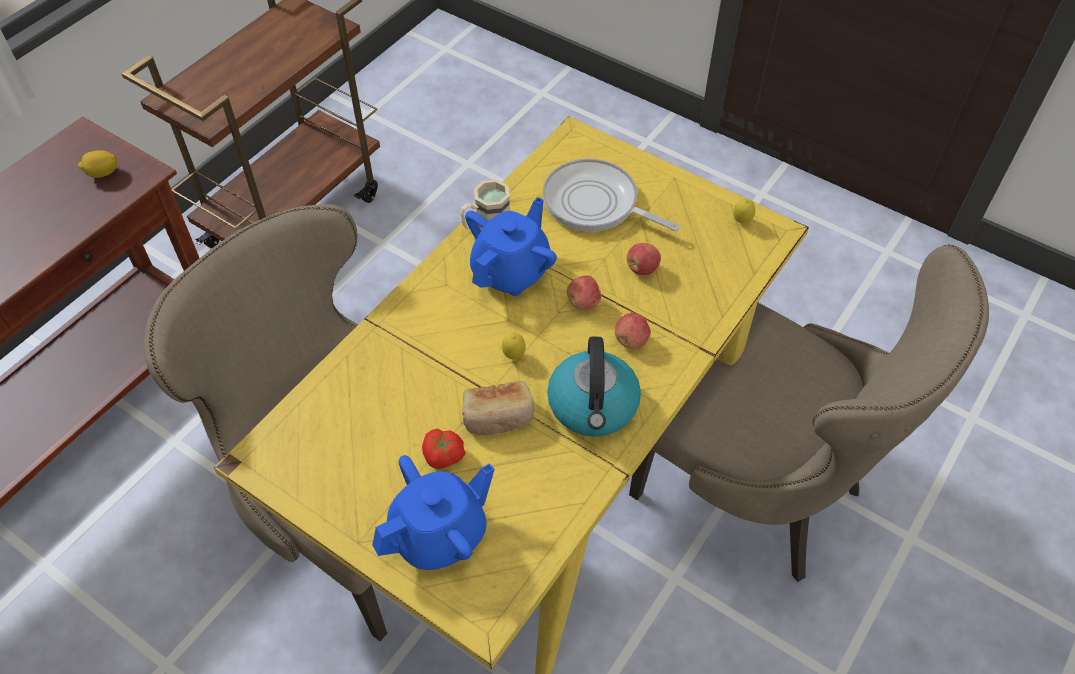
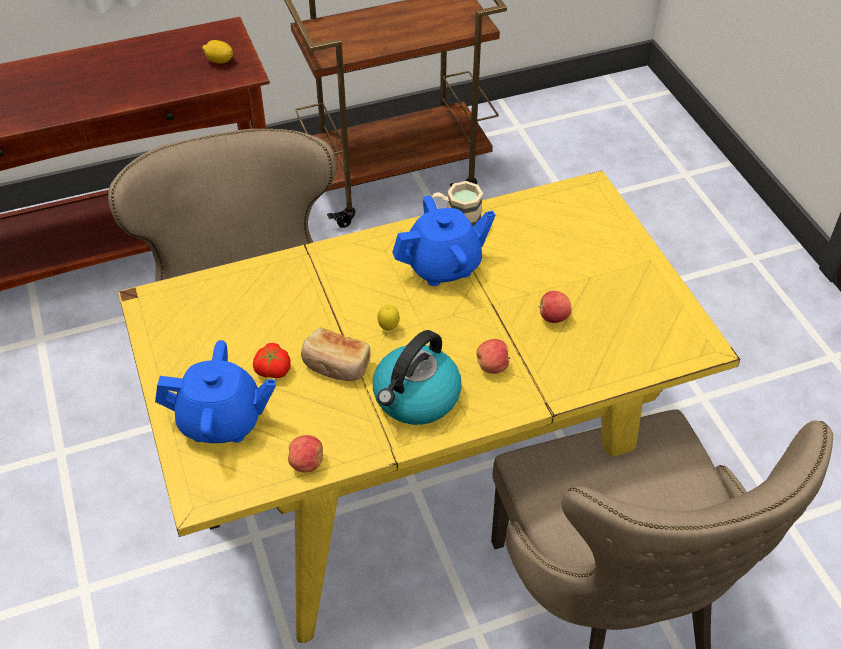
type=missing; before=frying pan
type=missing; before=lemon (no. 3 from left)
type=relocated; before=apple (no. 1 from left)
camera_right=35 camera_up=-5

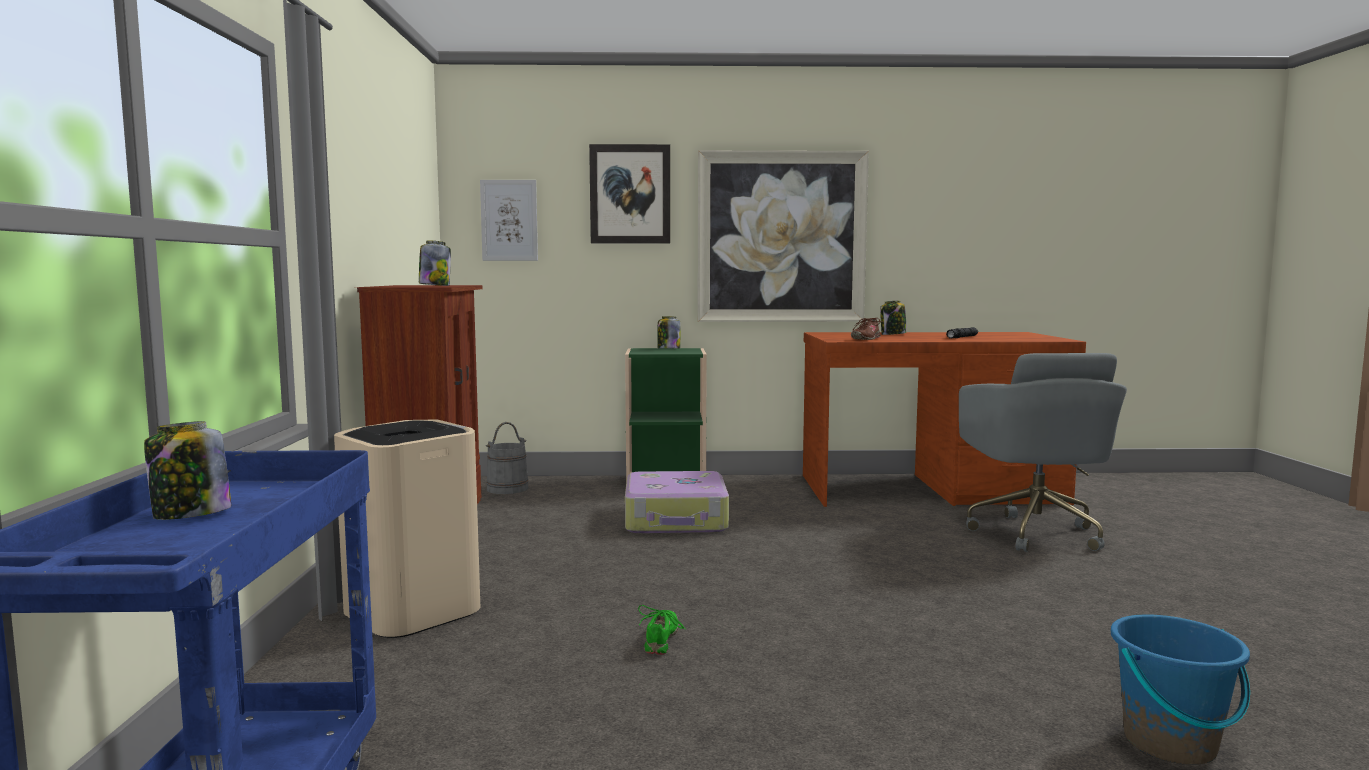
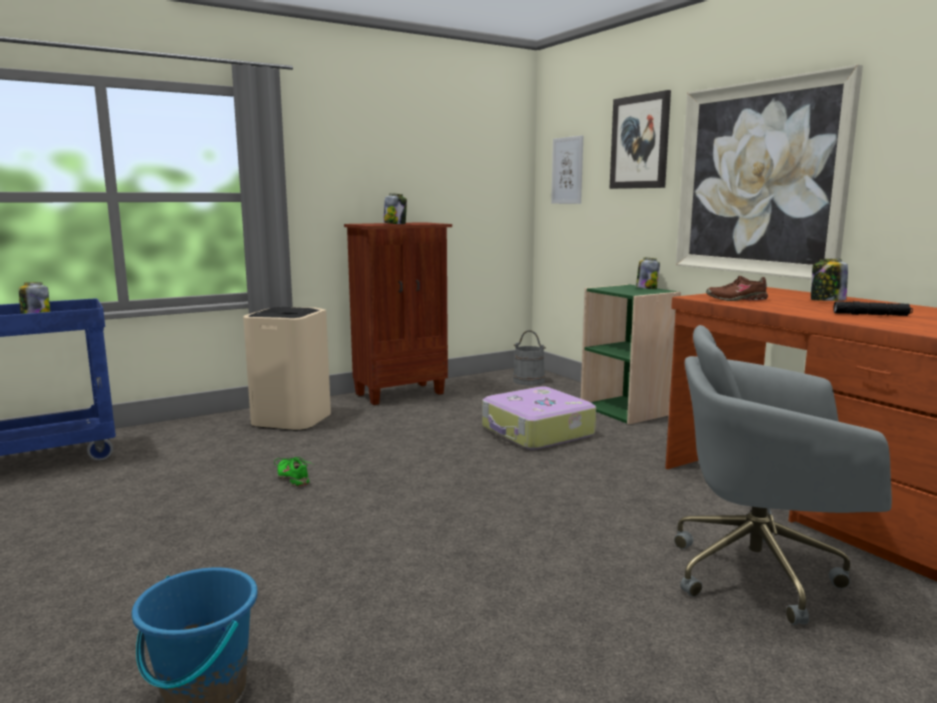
type=spun; before=shoe (green); turn=-105
type=spun; before=office chair (grey); turn=45
camera_right=60 camera_up=5

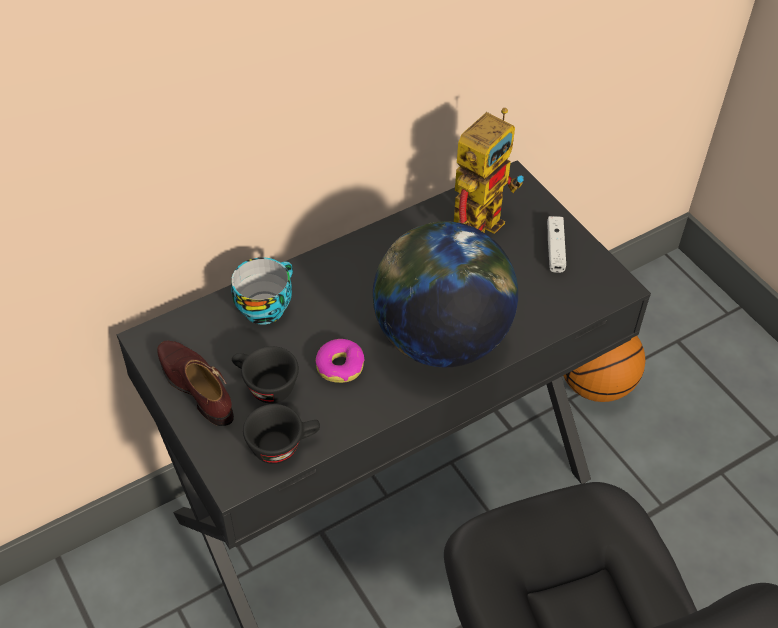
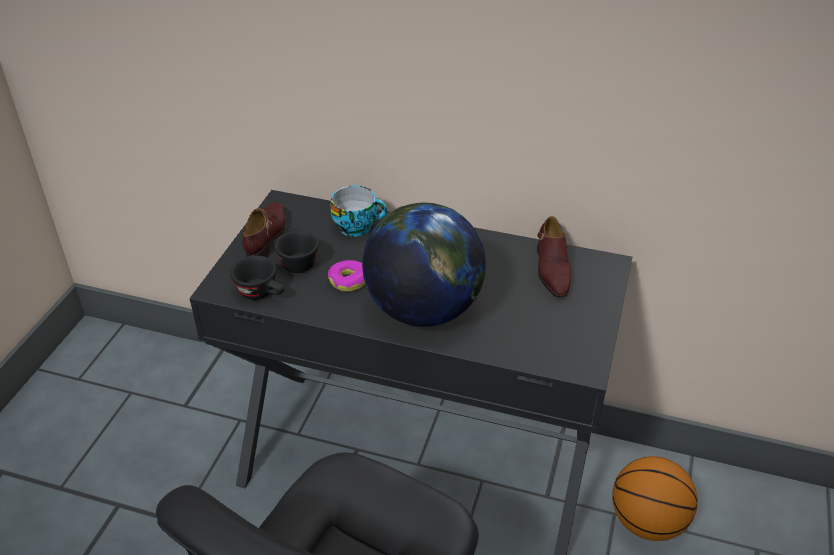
type=missing; before=game controller (white)
type=exchanged; before=toy robot; after=shoe (brown) (no. 2 from left)
camera_right=50 camera_up=-10

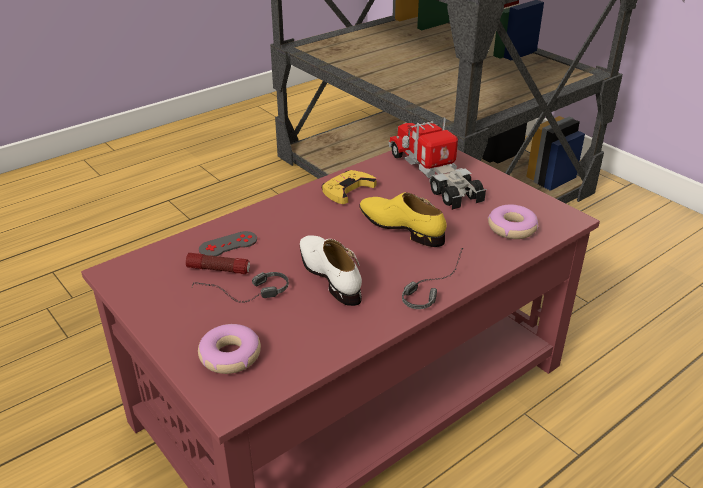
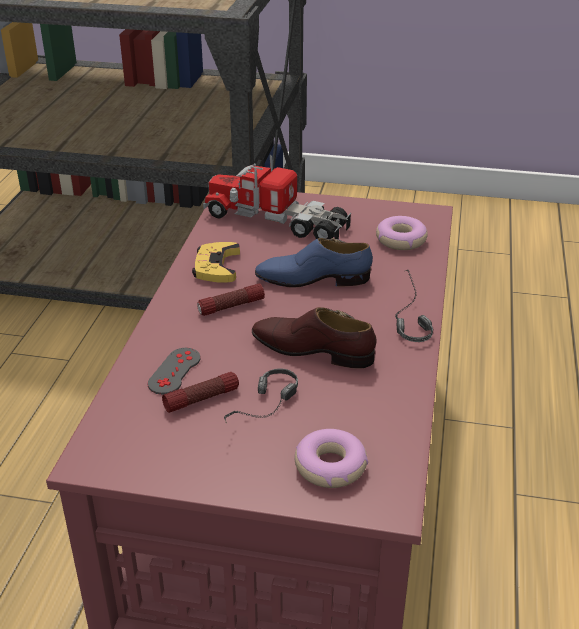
type=appeared; after=flashlight (no. 2 from left)
type=colour; before=shoe (white); after=shoe (brown)
type=colour; before=shoe (yellow); after=shoe (blue)
camera_right=-40 camera_up=0

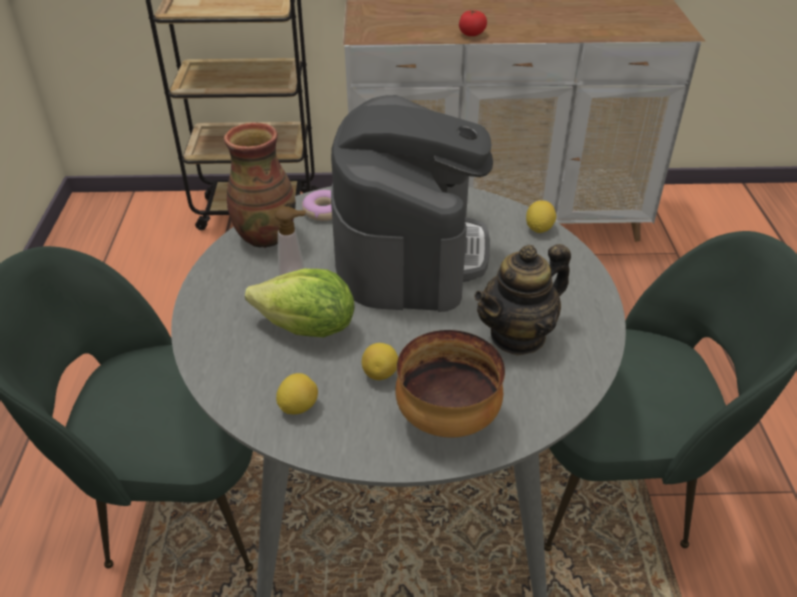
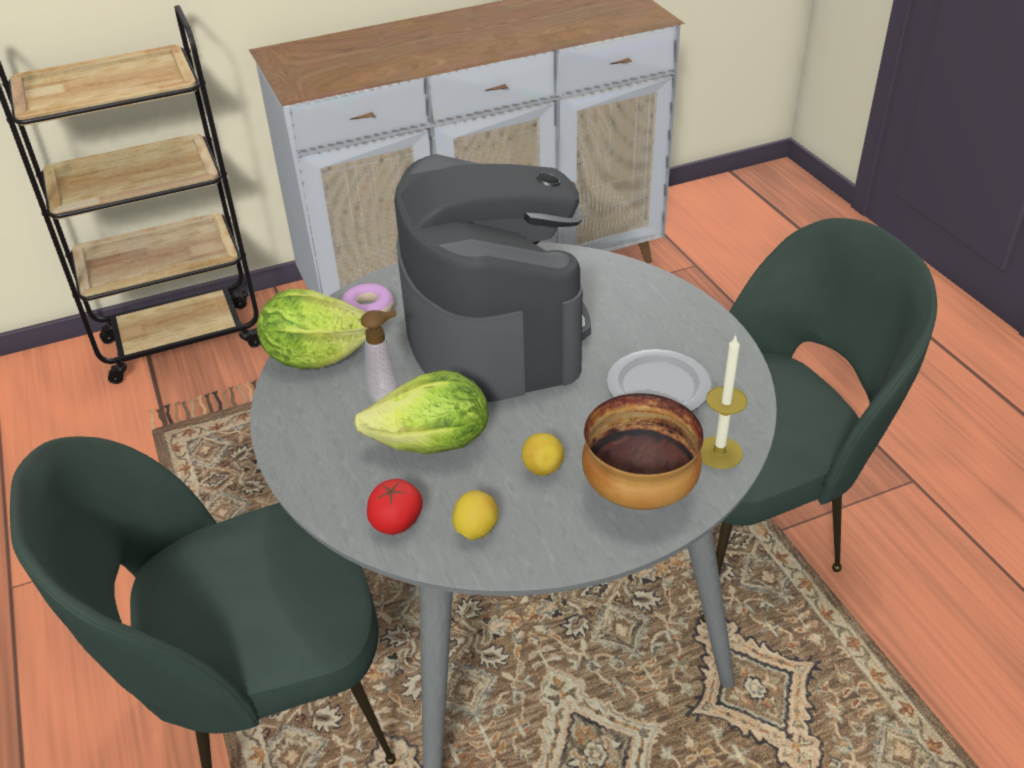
type=missing; before=lemon (no. 3 from left)
type=appeared; after=candle
type=relocated; before=tomato
type=exchanged; before=vase; after=lettuce (no. 1 from left)
type=exchanged; before=teapot; after=plate
camera_right=-20 camera_up=0

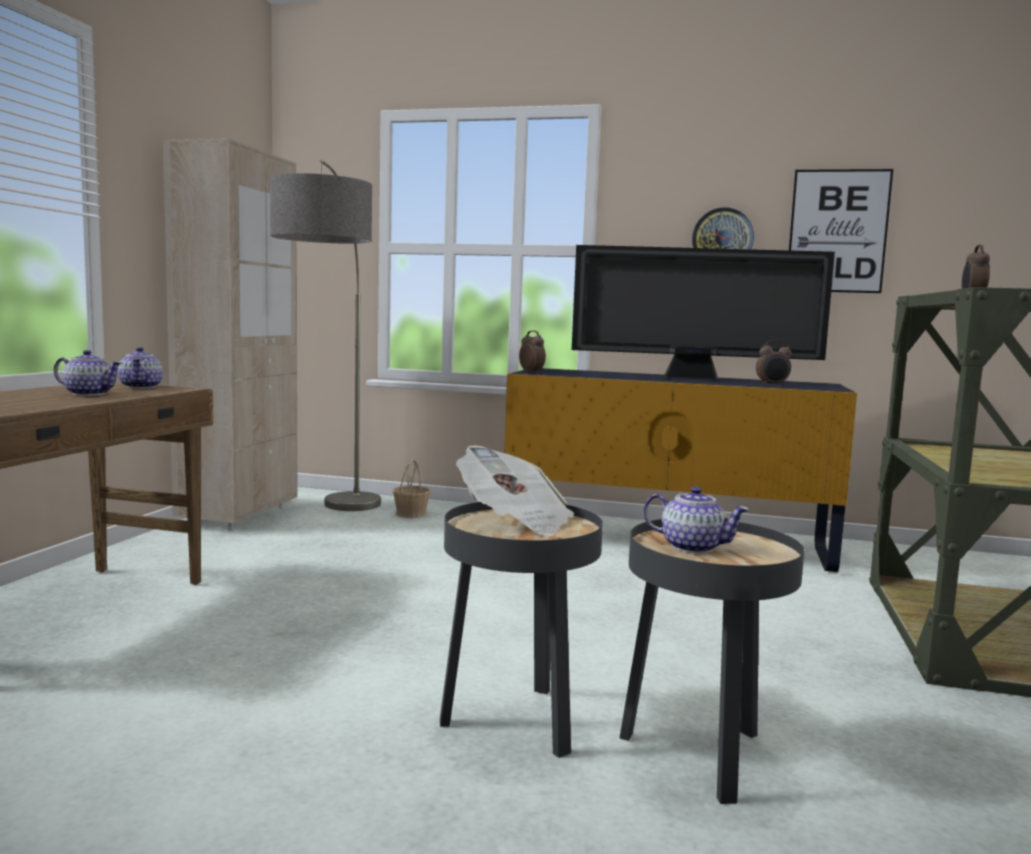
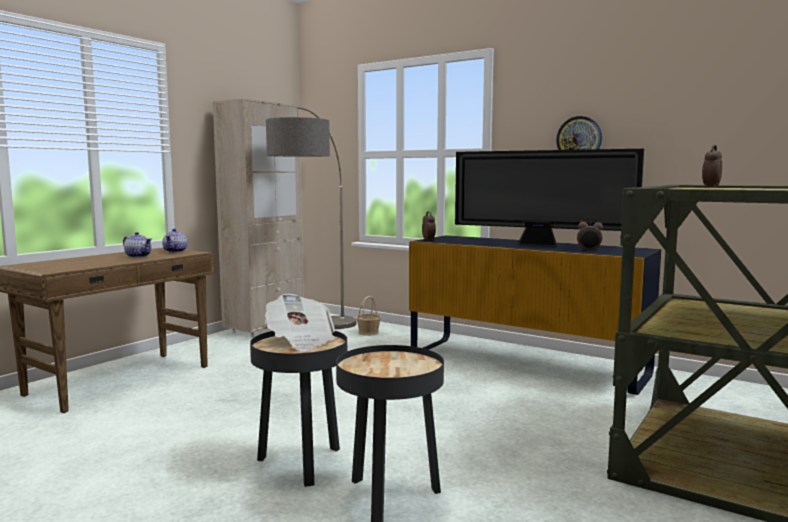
type=missing; before=teapot (no. 3 from left)
type=missing; before=picture
camera_right=20 camera_up=0

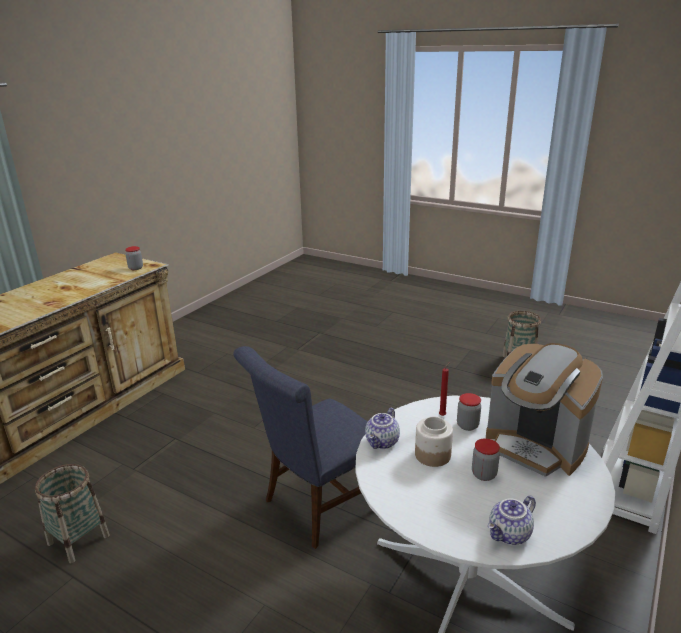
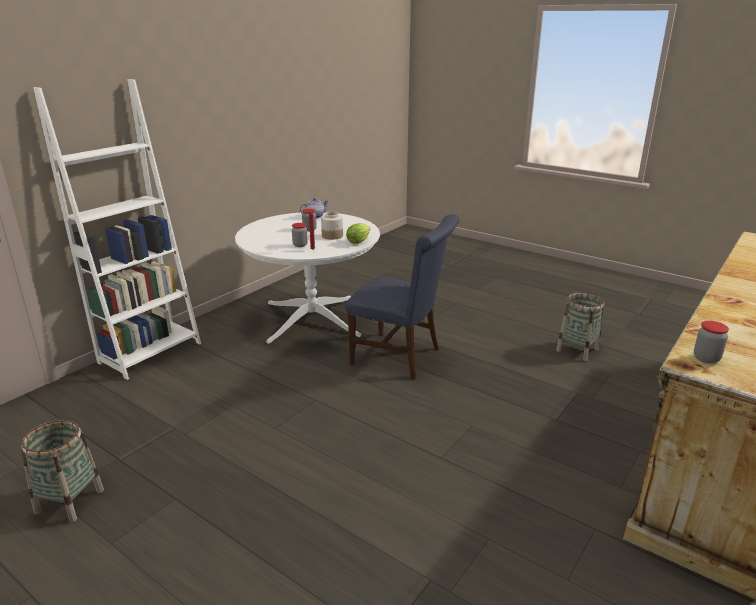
type=missing; before=coffee machine
type=exchanged; before=teapot (no. 1 from left); after=lettuce
type=spun; before=chair (blue); turn=60
camera_right=-175 camera_up=0

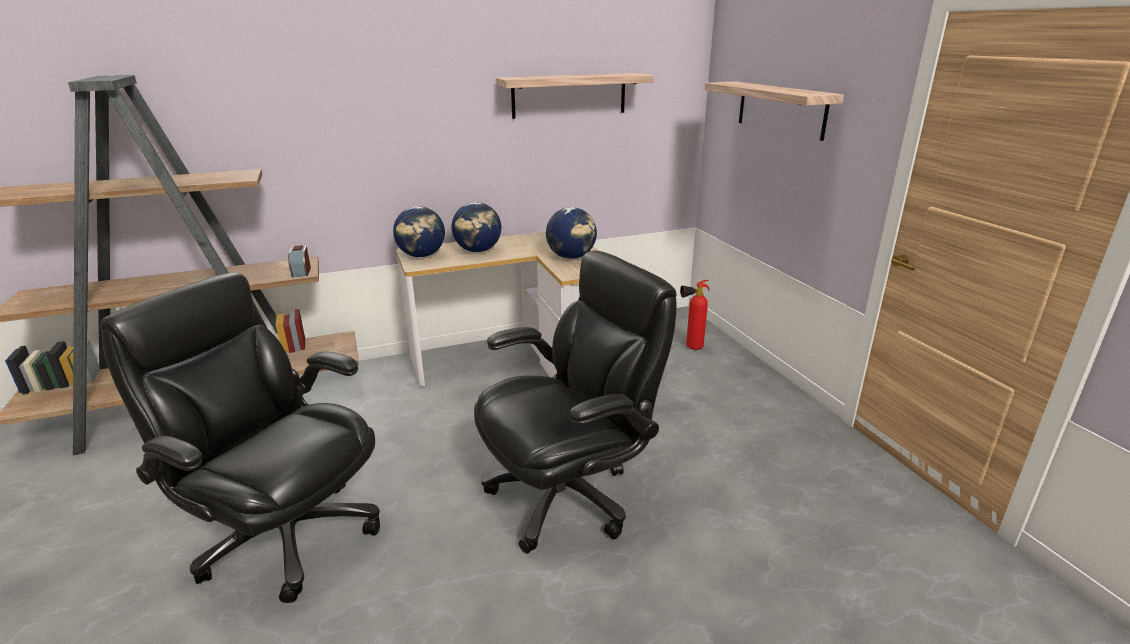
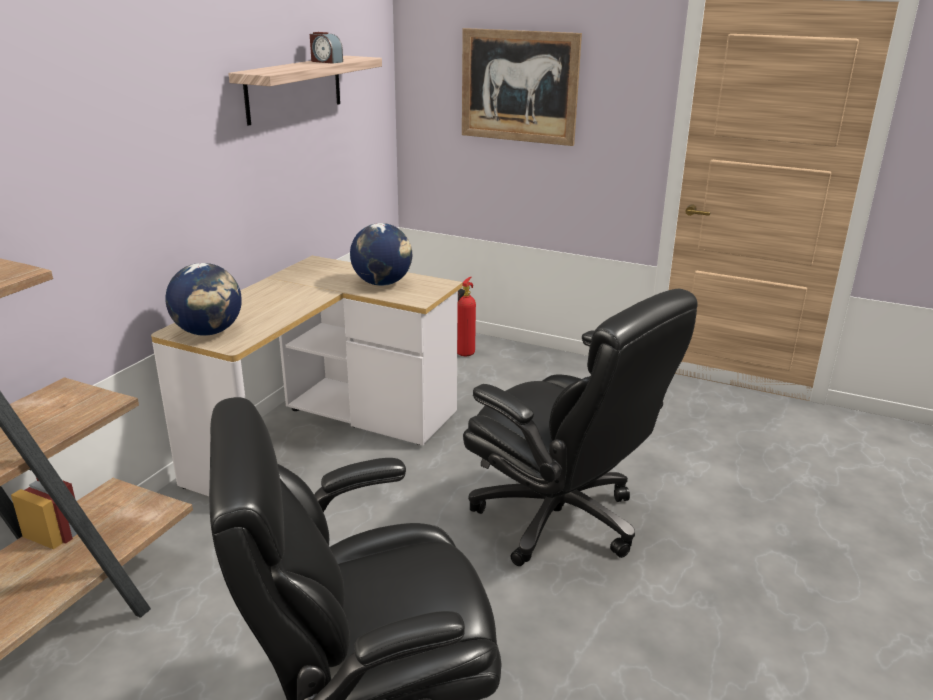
type=missing; before=globe (no. 2 from left)
type=relocated; before=alarm clock
type=exchanged; before=shelf (no. 2 from left); after=picture
type=spun; before=office chair (black) (no. 2 from left); turn=120
camera_right=-45 camera_up=0

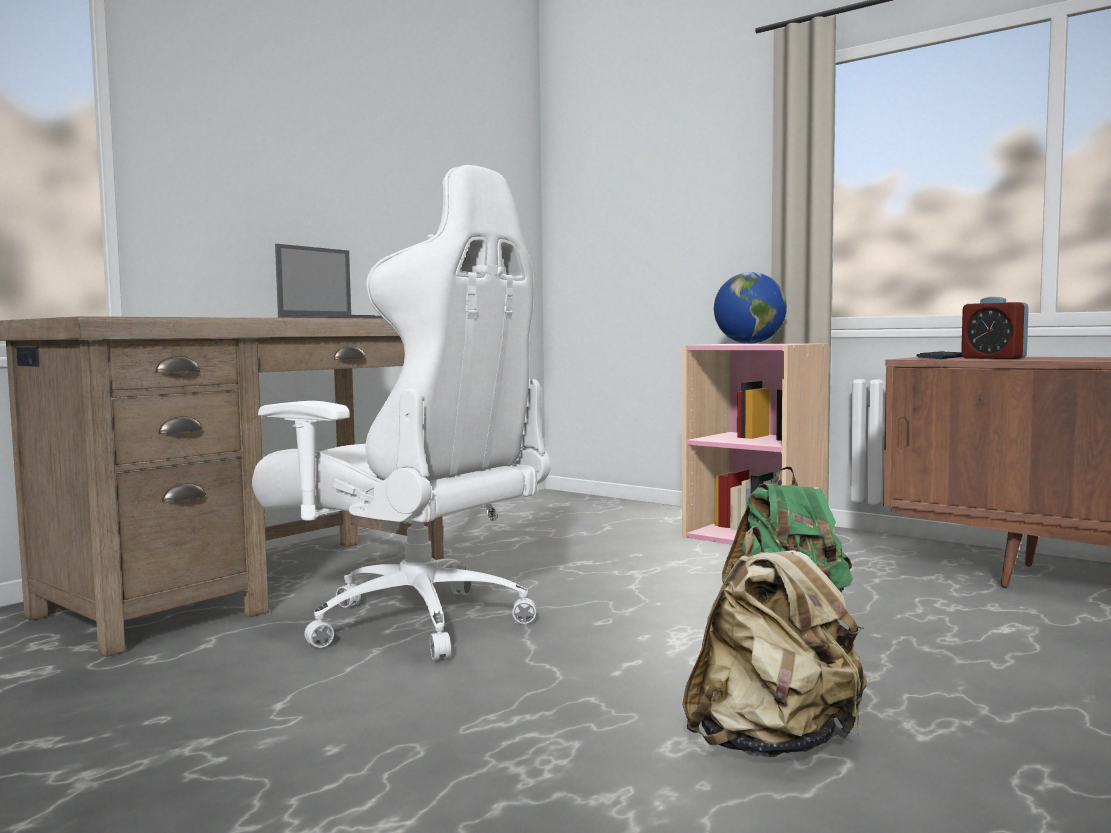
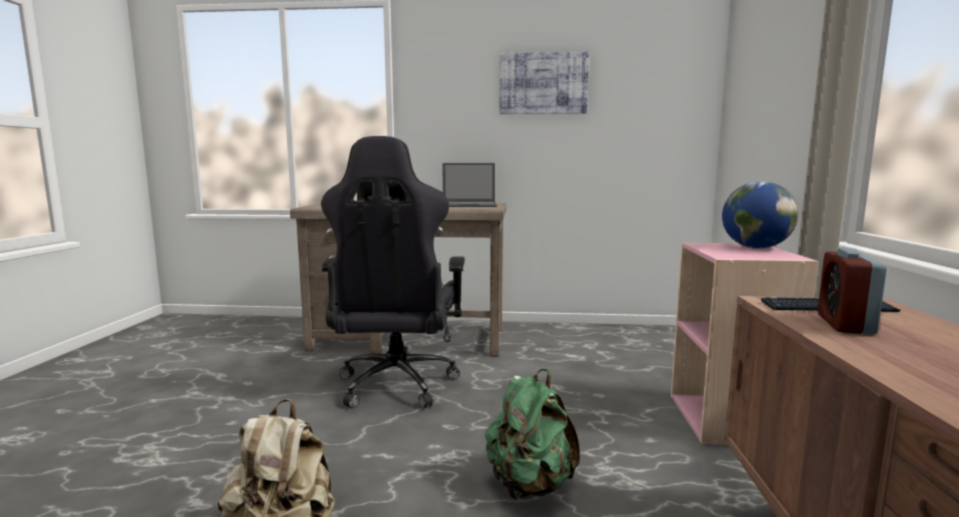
type=appeared; after=picture
type=colour; before=office chair (white); after=office chair (black)
camera_right=55 camera_up=5

